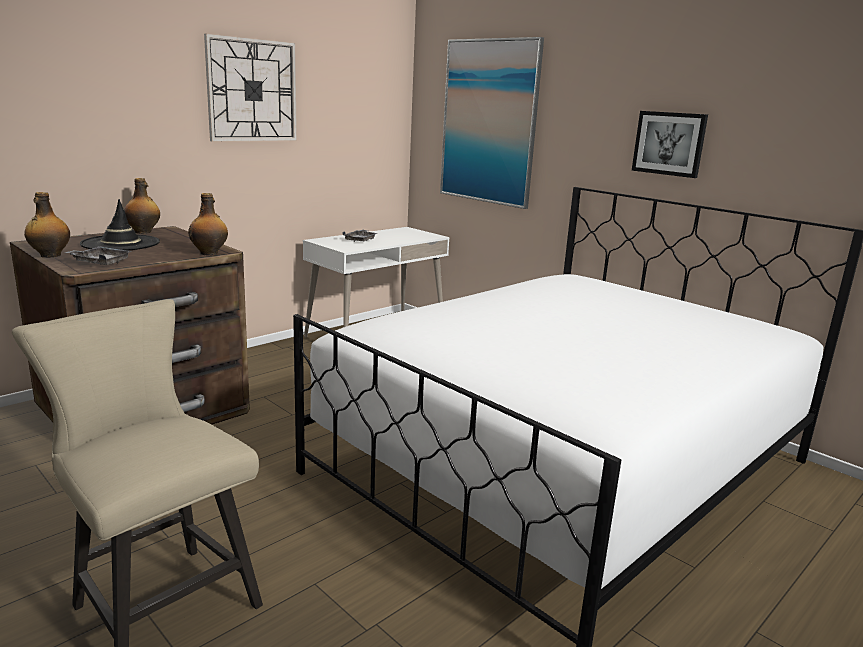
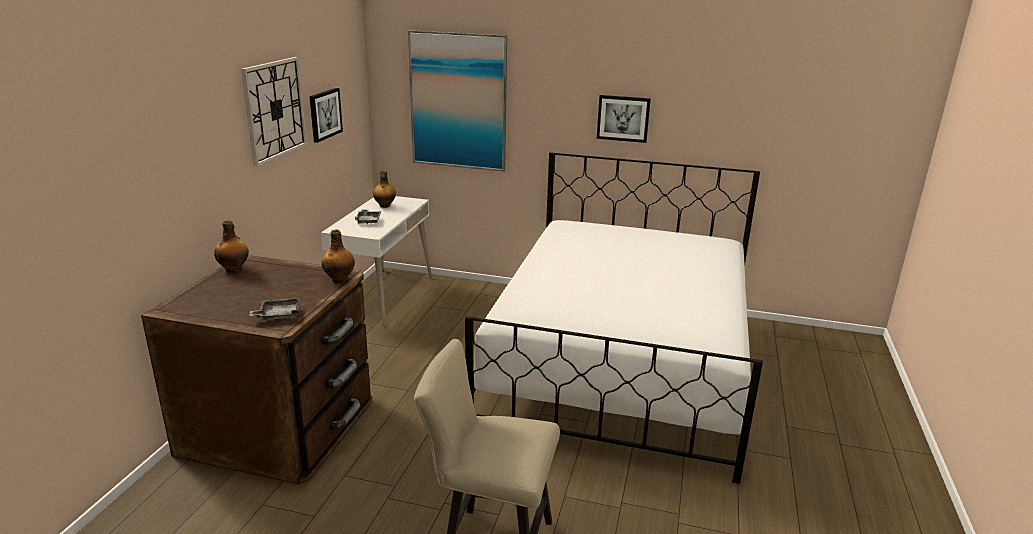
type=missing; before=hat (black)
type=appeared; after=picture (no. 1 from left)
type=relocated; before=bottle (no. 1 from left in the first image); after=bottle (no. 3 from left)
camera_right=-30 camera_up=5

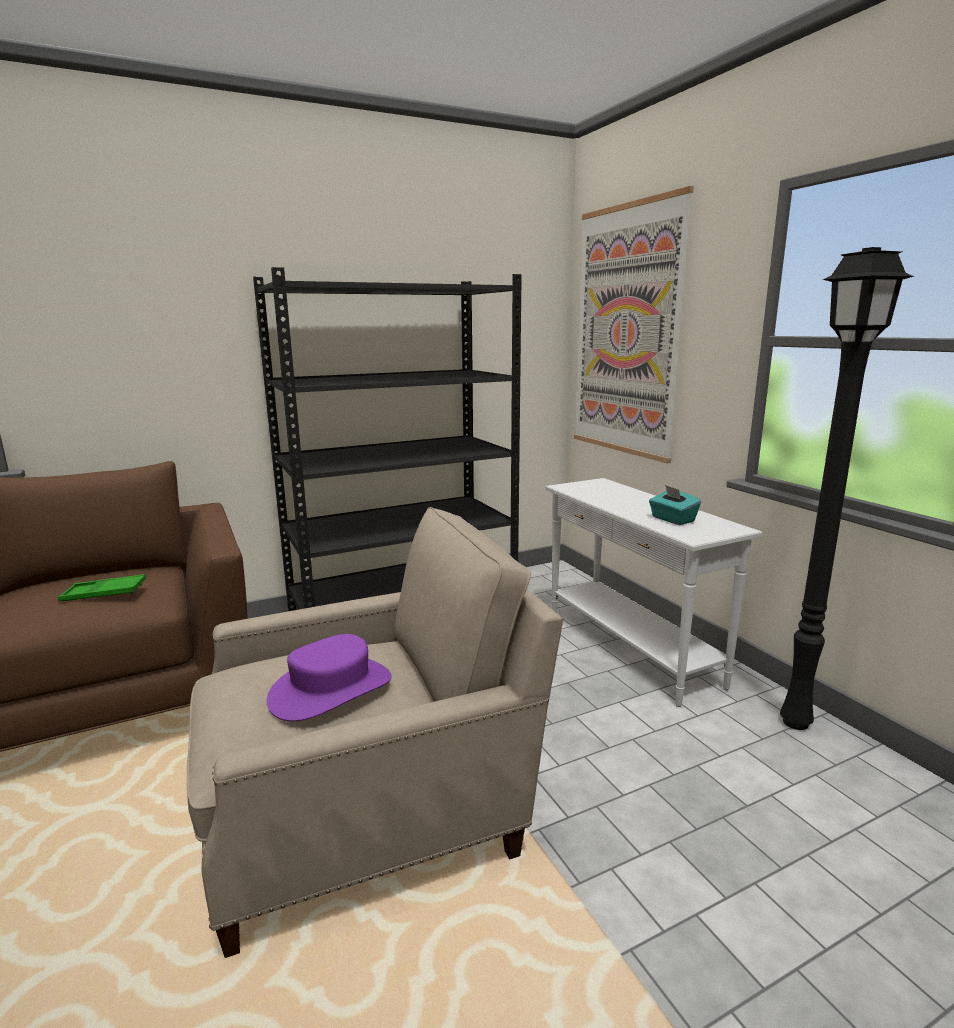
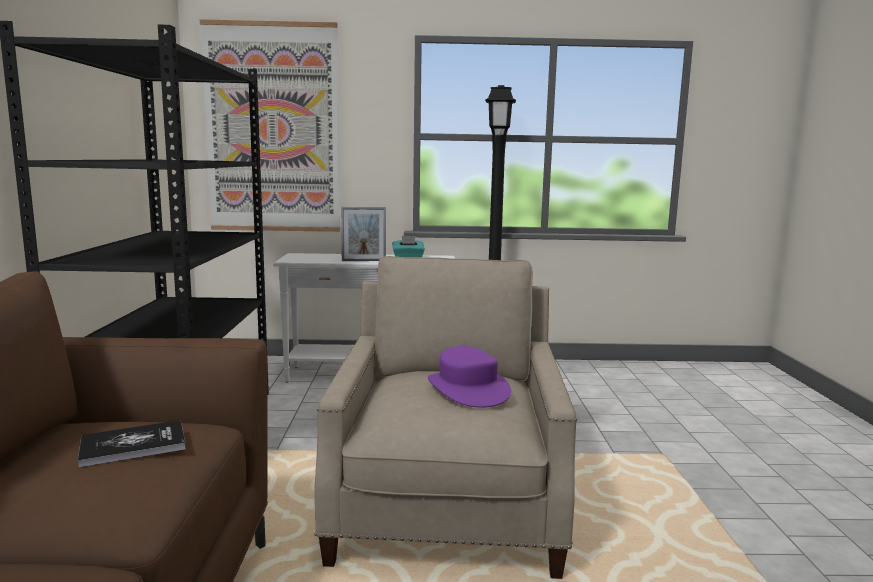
type=appeared; after=picture frame
type=exchanged; before=tray (green); after=book
camera_right=-65 camera_up=-5

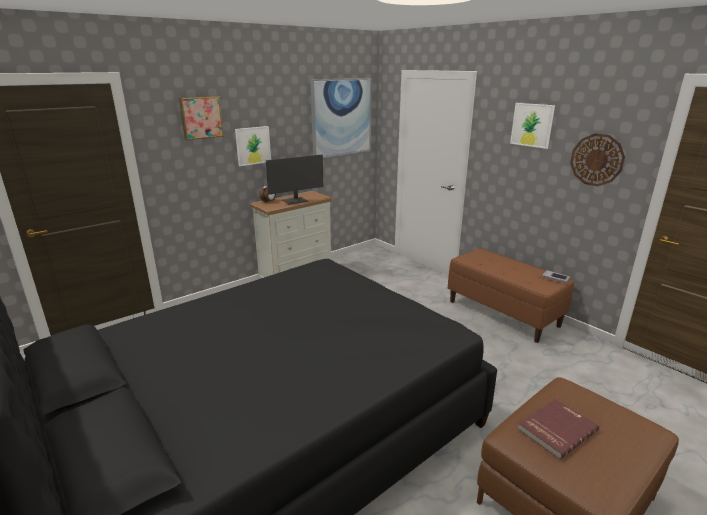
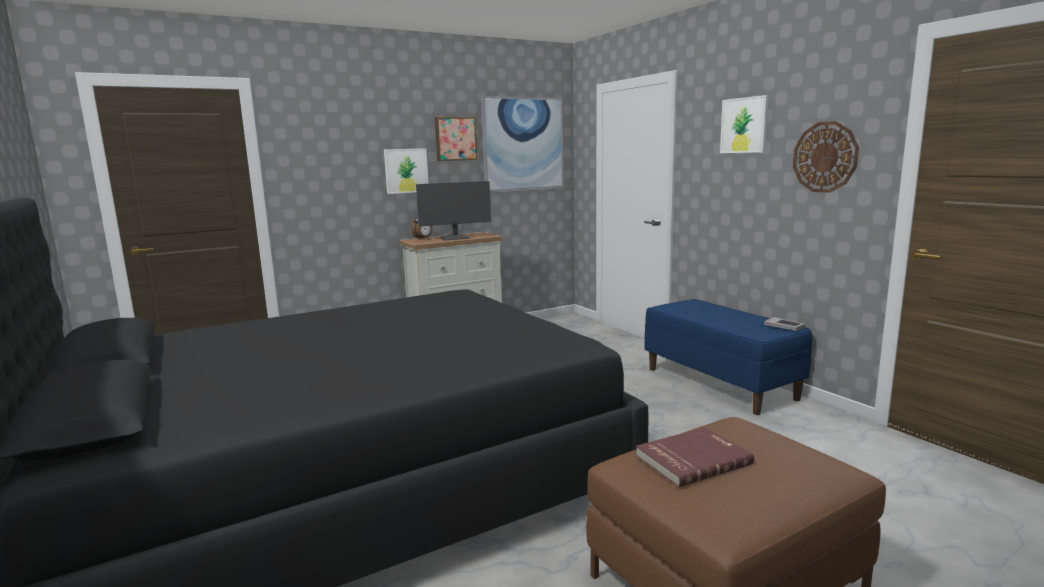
type=relocated; before=picture (no. 1 from left in the first image); after=picture (no. 2 from left)
type=colour; before=bench (brown); after=bench (blue)
camera_right=10 camera_up=-10

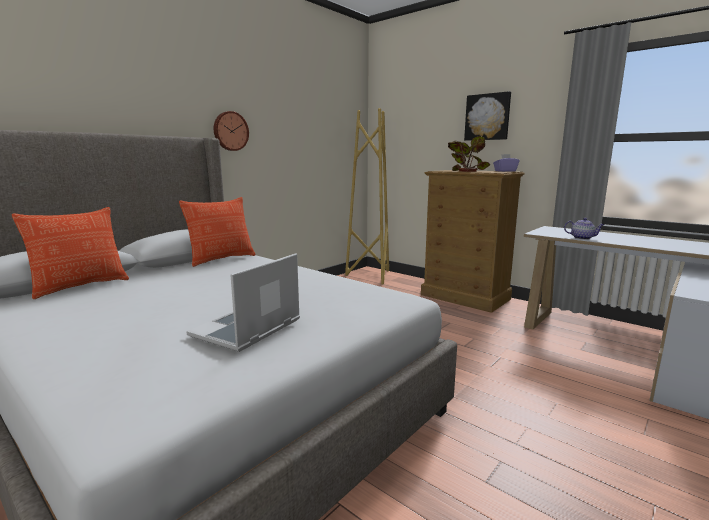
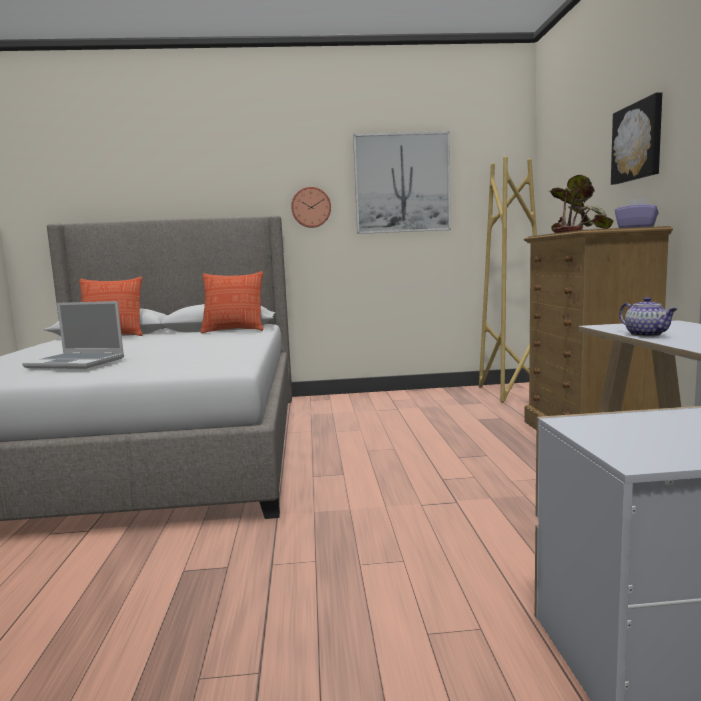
type=appeared; after=picture (no. 1 from left)
type=spun; before=laptop; turn=-150
camera_right=45 camera_up=-5

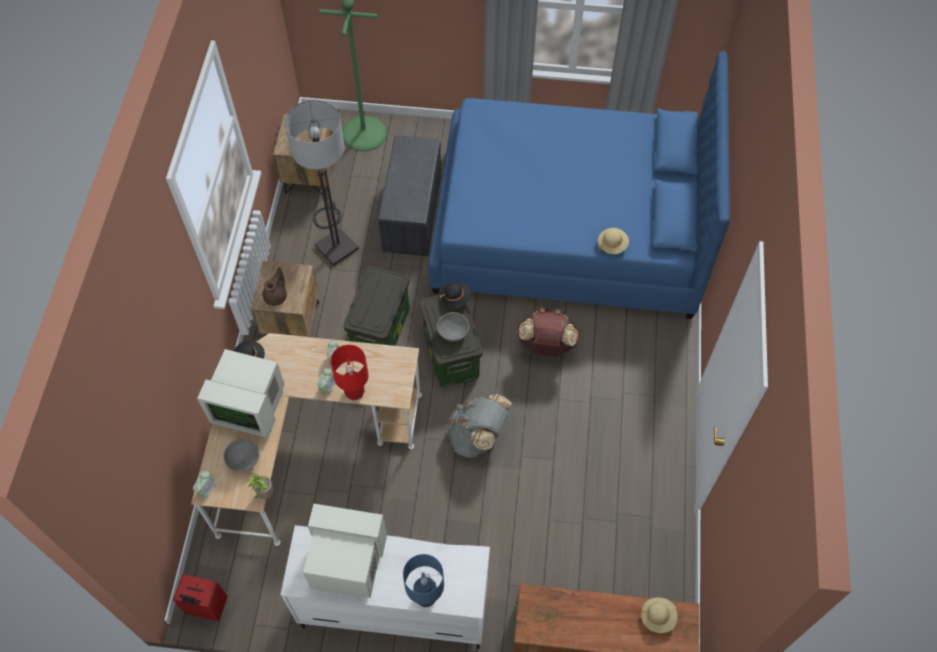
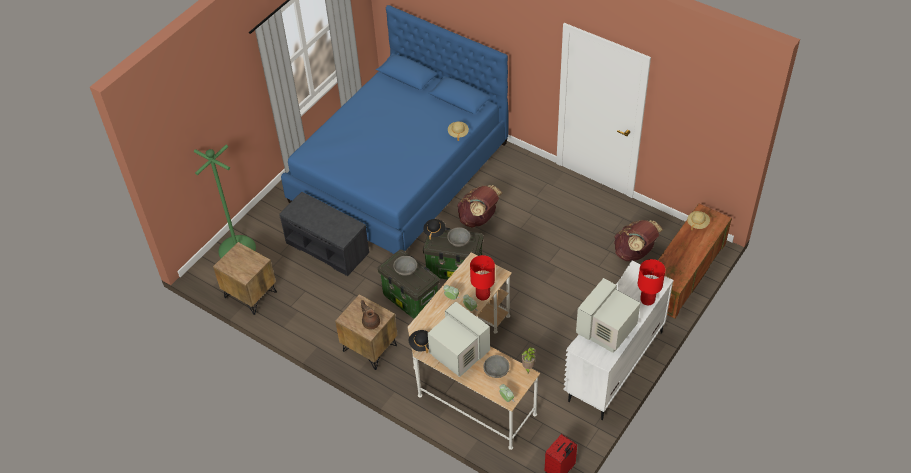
type=missing; before=floor lamp
type=missing; before=backpack (grey)
type=appeared; after=bowl (grey) (no. 1 from left)
type=appeared; after=backpack (brown) (no. 2 from left)
type=colour; before=table lamp (blue); after=table lamp (red) (no. 2 from left)
type=spun; before=monitor (no. 1 from left); turn=-90
camera_right=-60 camera_up=-10

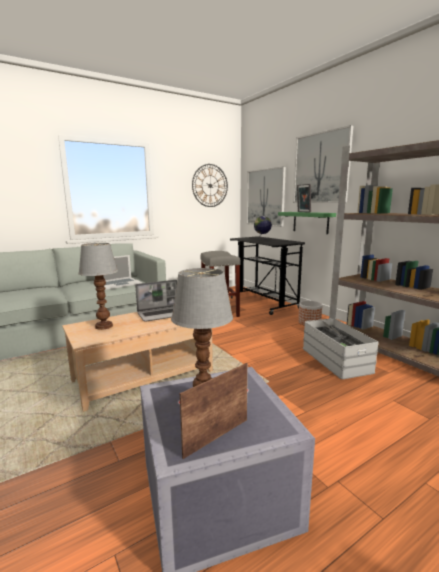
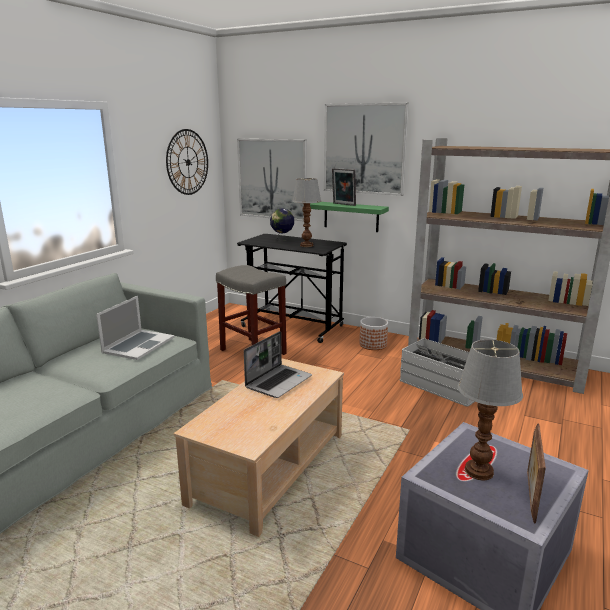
type=relocated; before=table lamp (no. 1 from left)
camera_right=-30 camera_up=5

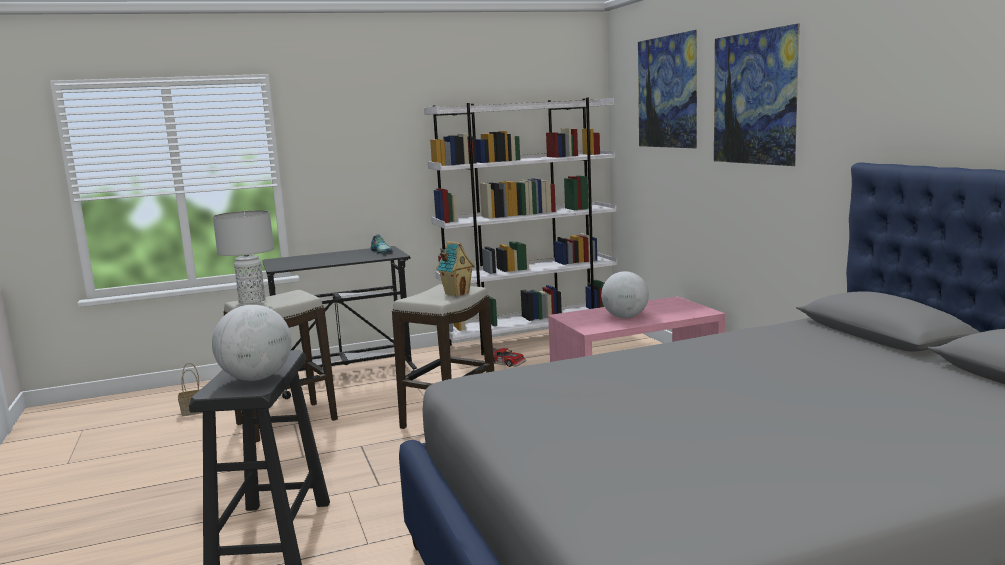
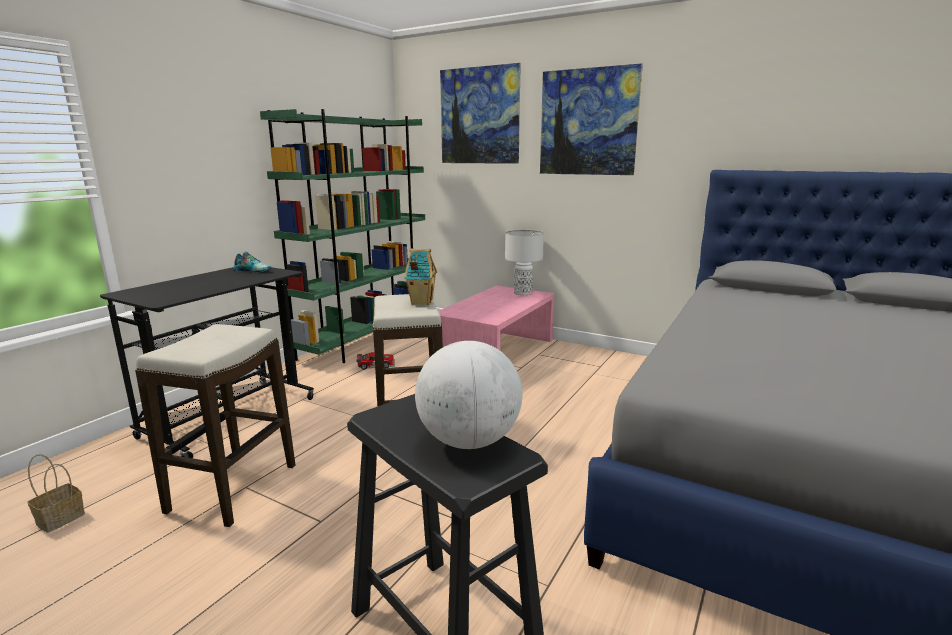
type=missing; before=globe (no. 2 from left)
type=relocated; before=table lamp (white)
type=colour; before=bookcase (white); after=bookcase (green)
camera_right=-40 camera_up=5

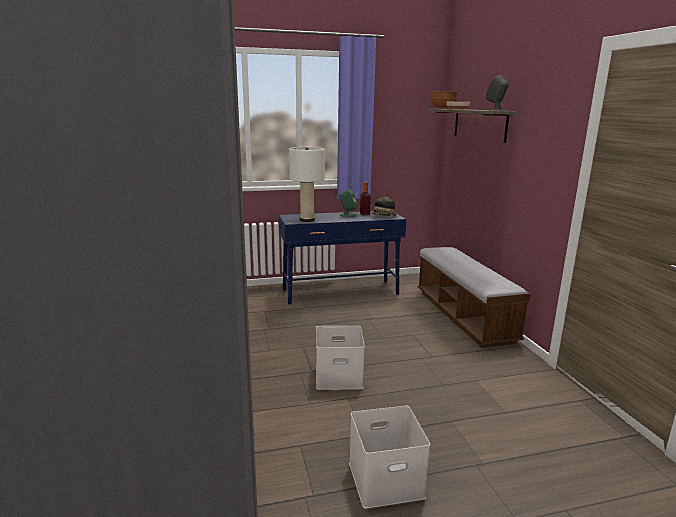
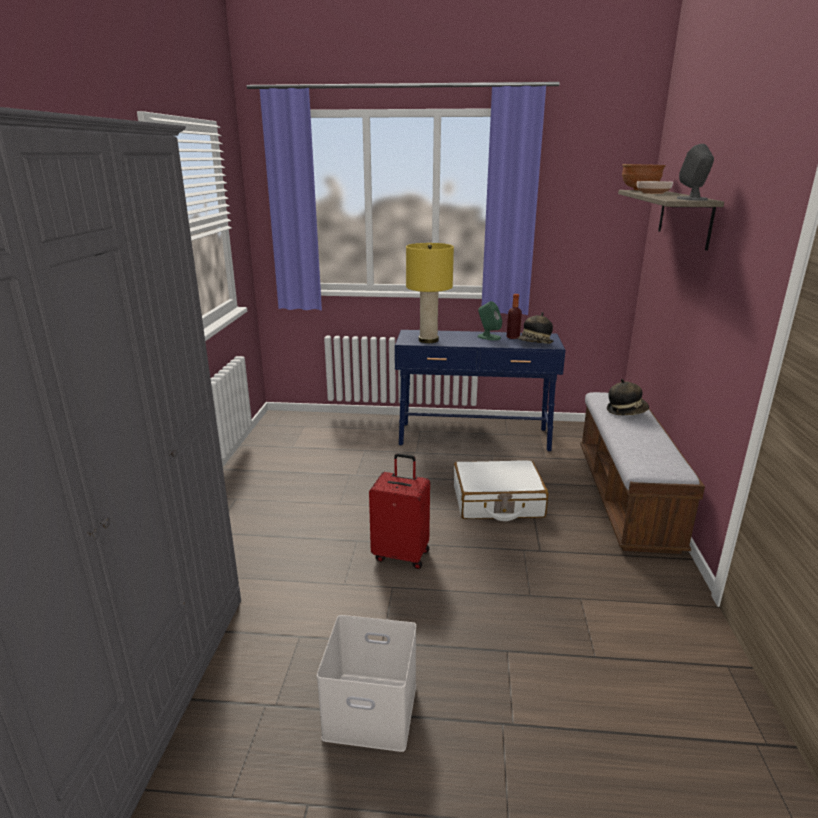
type=appeared; after=suitcase (white)
type=appeared; after=hat (no. 2 from left)
type=exchanged; before=storage box (white) (no. 1 from left); after=suitcase (red)
type=colour; before=table lamp (white); after=table lamp (yellow)
camera_right=20 camera_up=5

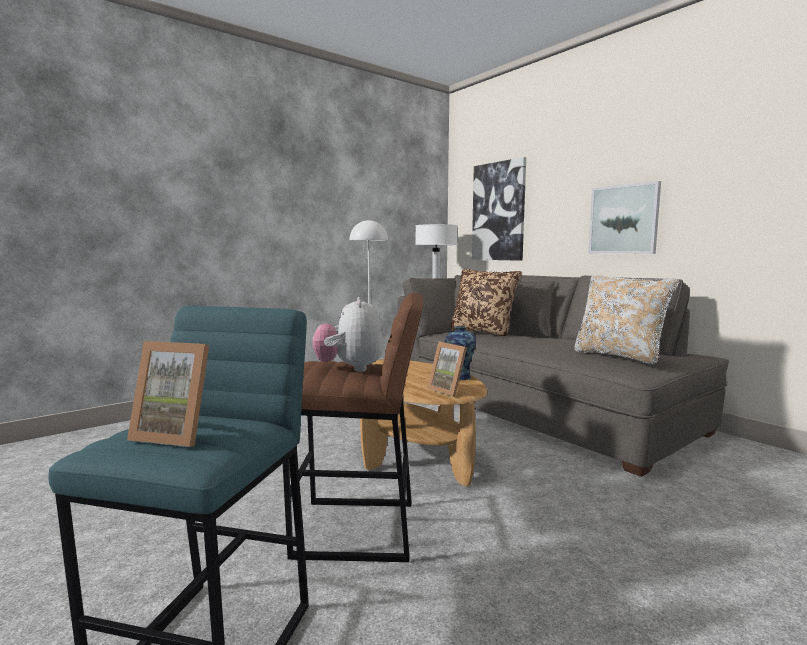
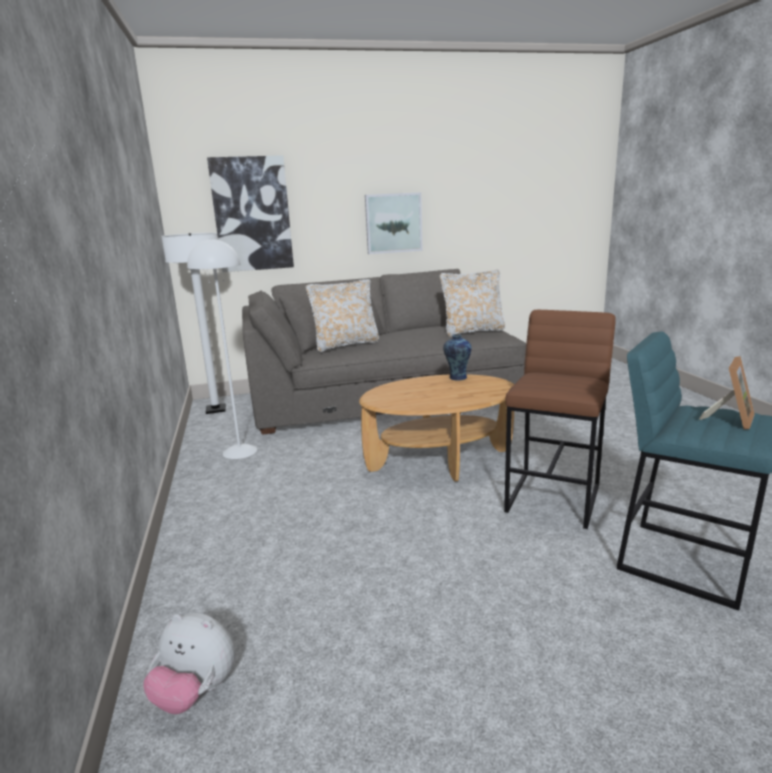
type=missing; before=picture frame (no. 2 from left)
type=relocated; before=plush toy
type=colour; before=pillow (brown); after=pillow (white) (no. 1 from left)
camera_right=-65 camera_up=10

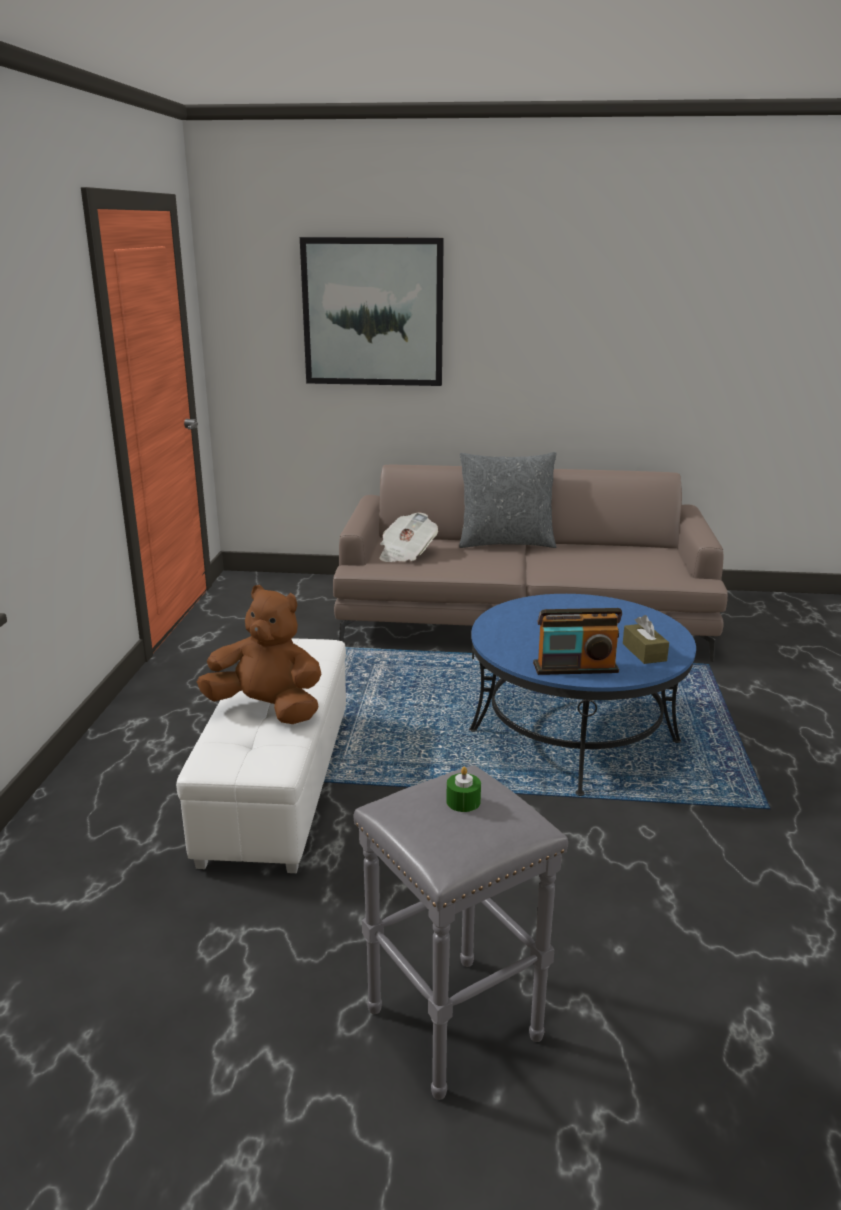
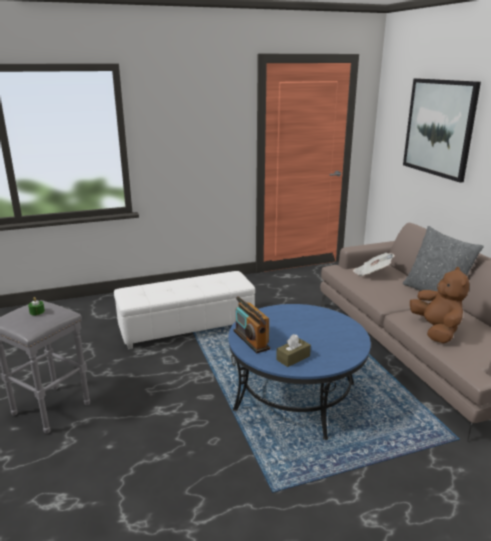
type=relocated; before=plush toy (brown)
camera_right=65 camera_up=0

